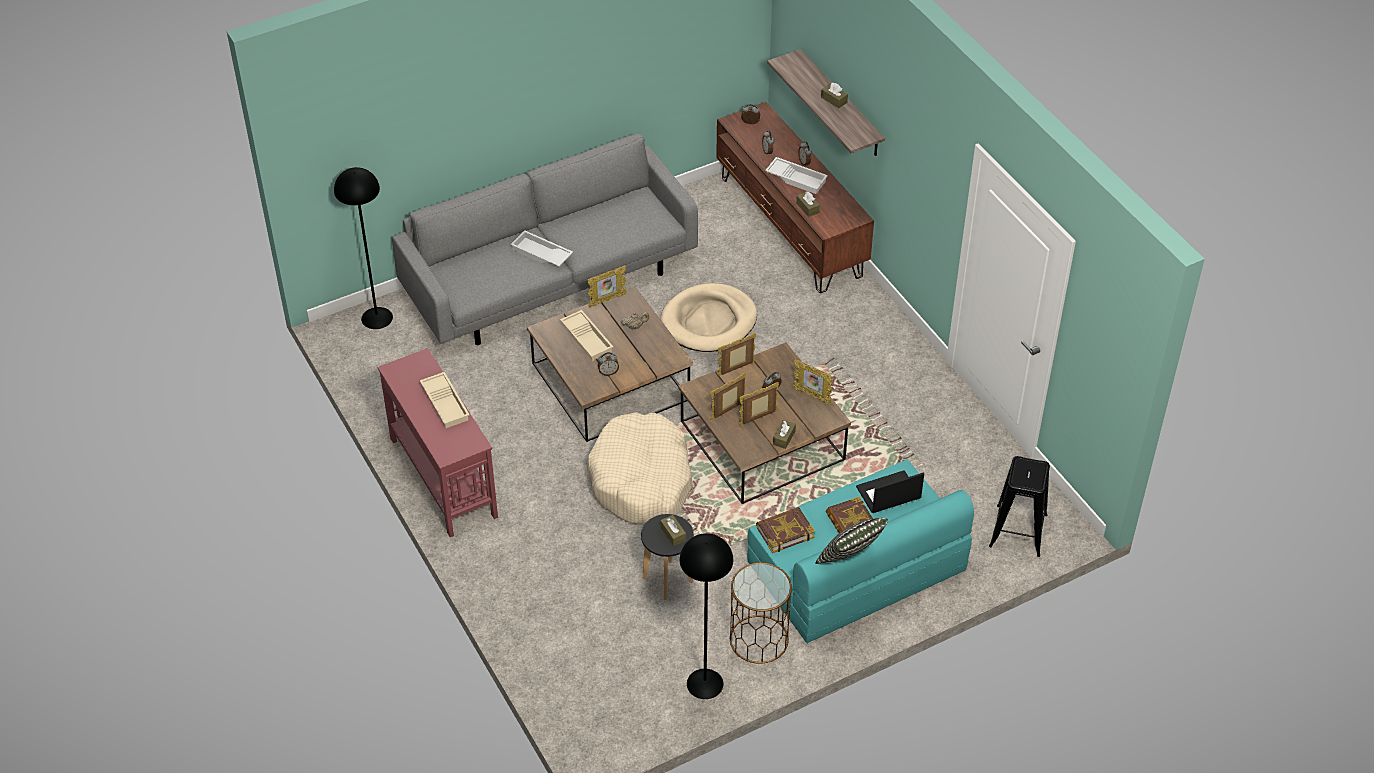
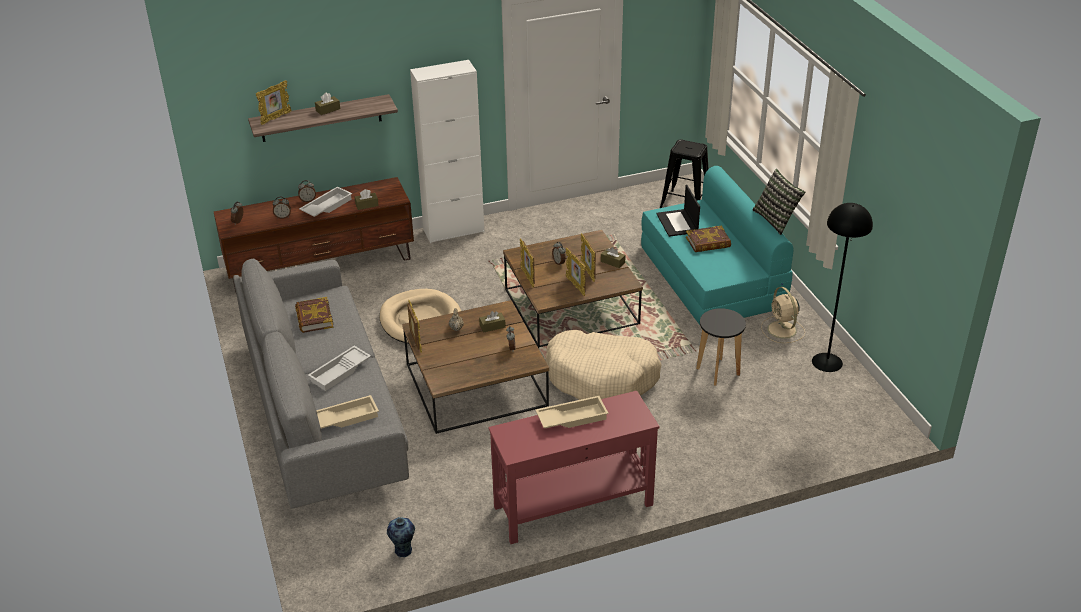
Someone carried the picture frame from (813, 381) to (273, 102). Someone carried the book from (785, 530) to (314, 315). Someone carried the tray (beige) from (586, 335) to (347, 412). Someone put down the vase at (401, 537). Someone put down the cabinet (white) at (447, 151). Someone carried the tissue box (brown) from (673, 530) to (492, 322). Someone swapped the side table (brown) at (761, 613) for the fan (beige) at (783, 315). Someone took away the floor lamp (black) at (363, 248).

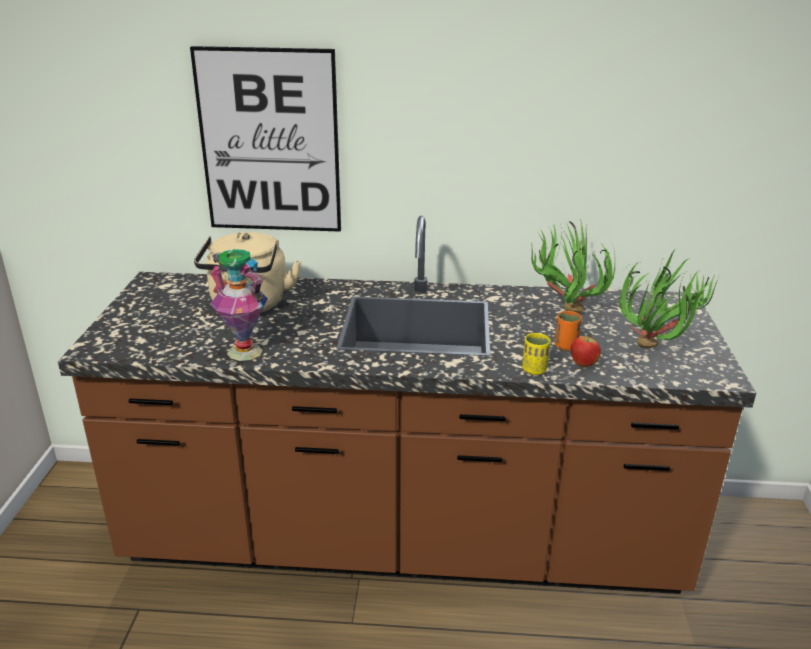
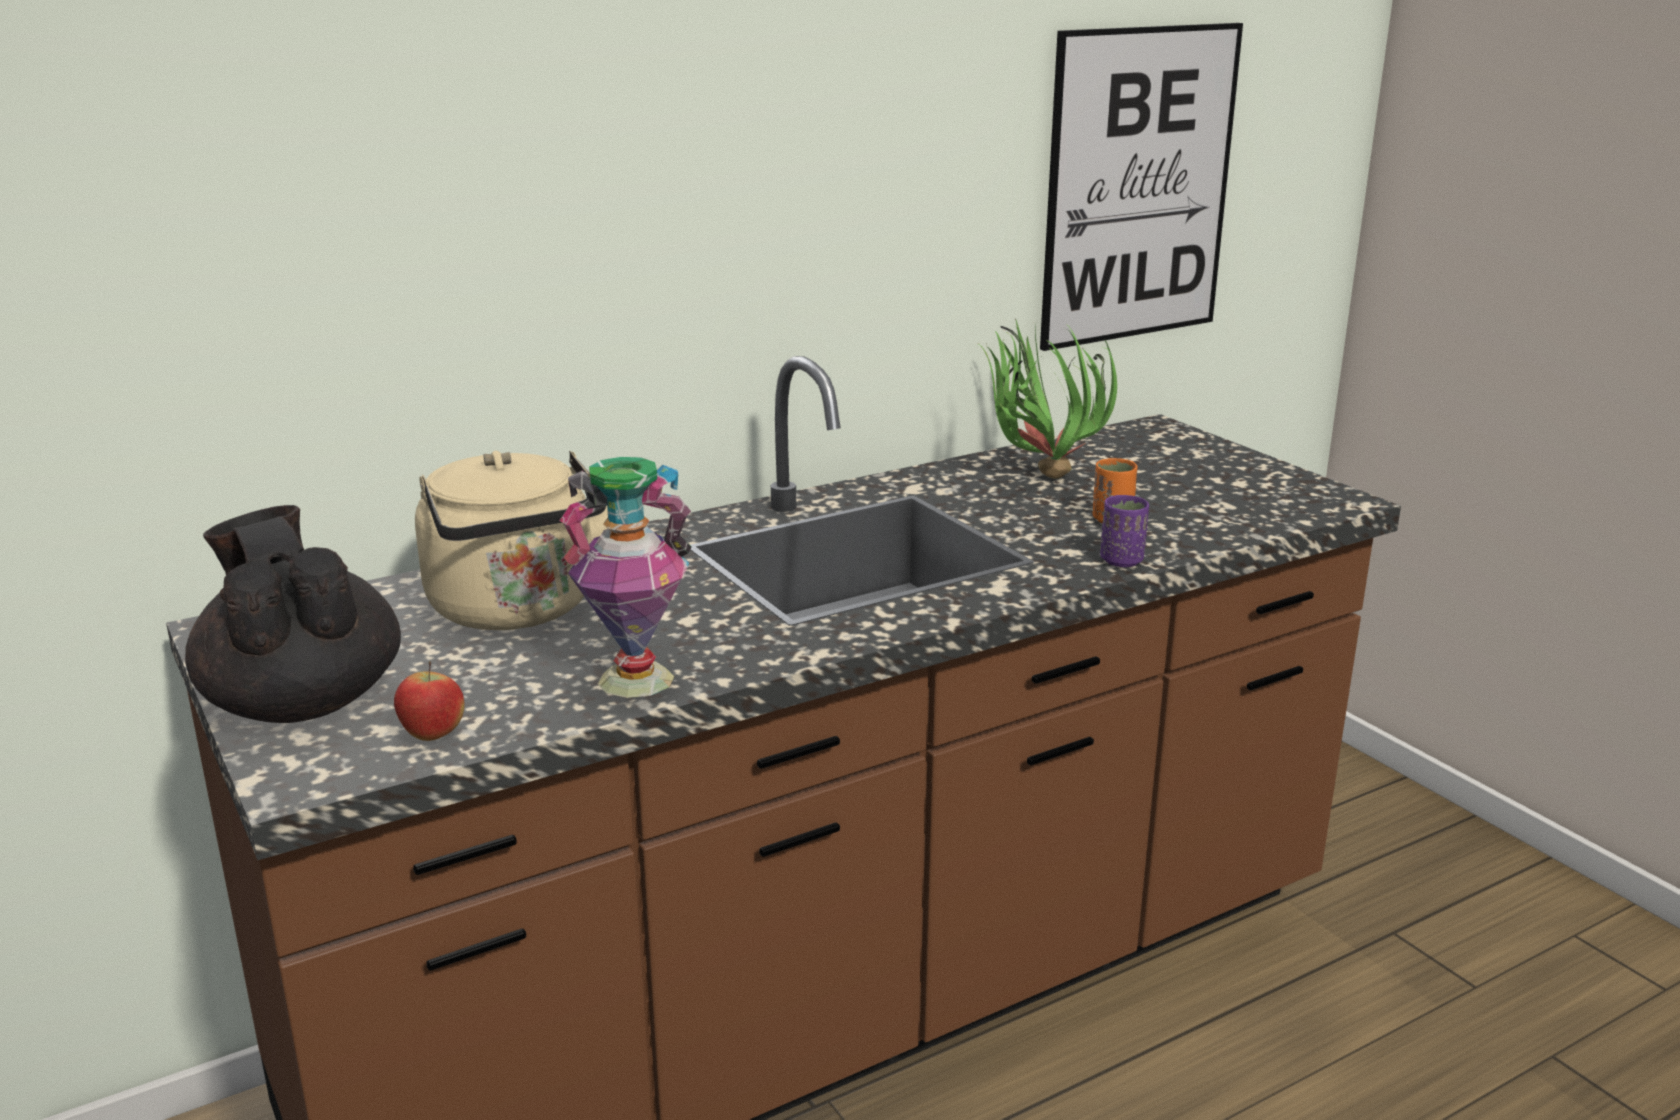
Someone put down the teapot (black) at (293, 614). Someone carried the apple from (586, 350) to (429, 701). Someone carried the picture from (265, 139) to (1141, 187). Someone repainted the cup (yellow) at (536, 354), which became the cup (purple) at (1124, 531). Someone took away the potted plant at (668, 298).

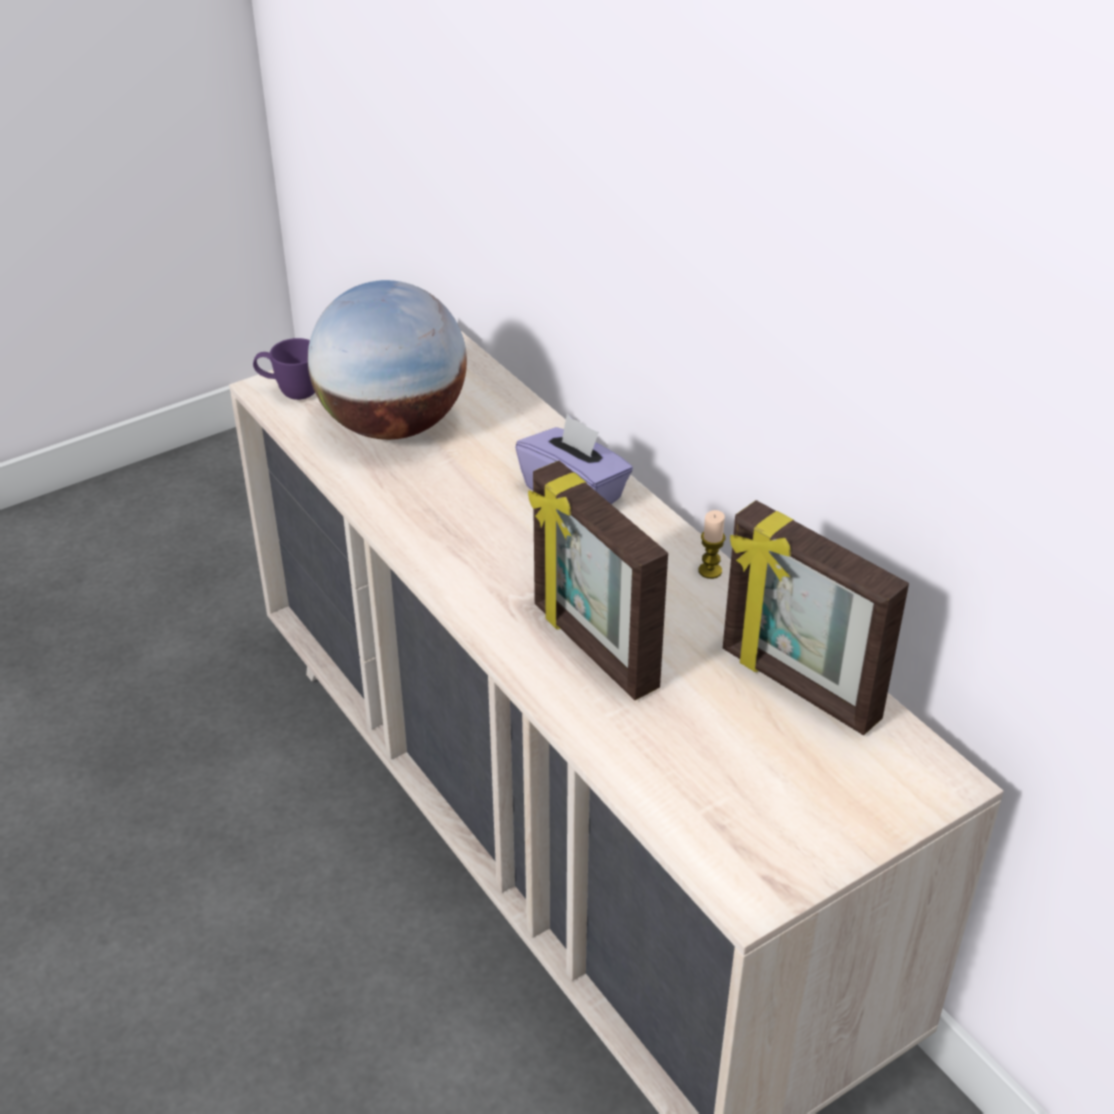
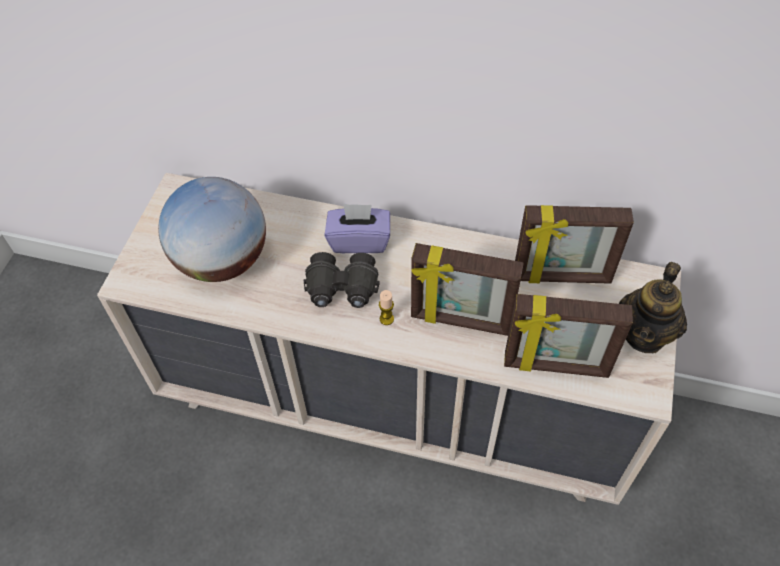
Someone put down the binoculars (black) at (342, 280). Someone carried the candle from (712, 544) to (386, 307). Someone put down the picture frame at (568, 336). Someone put down the teapot at (653, 307). Someone took away the mug (purple) at (284, 369).

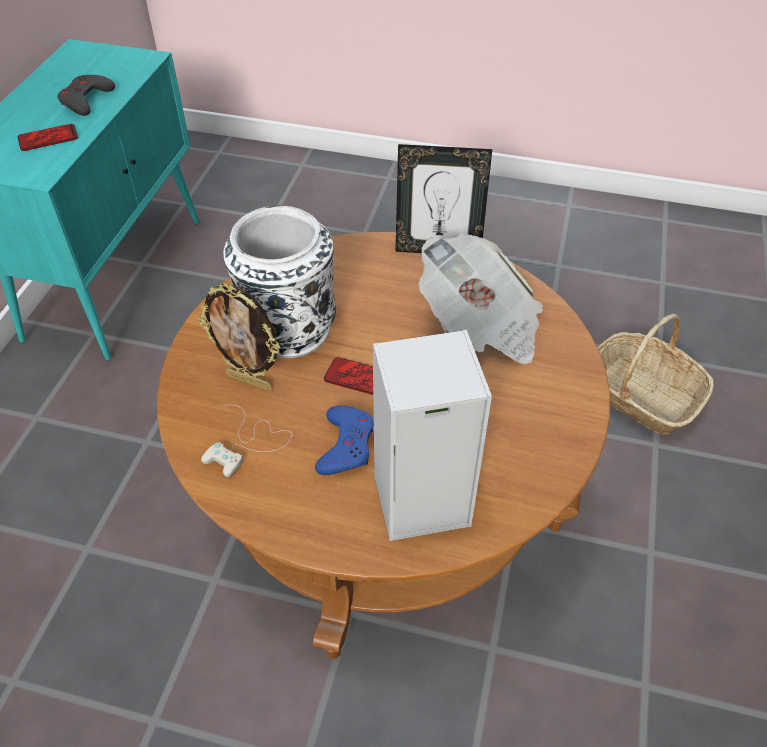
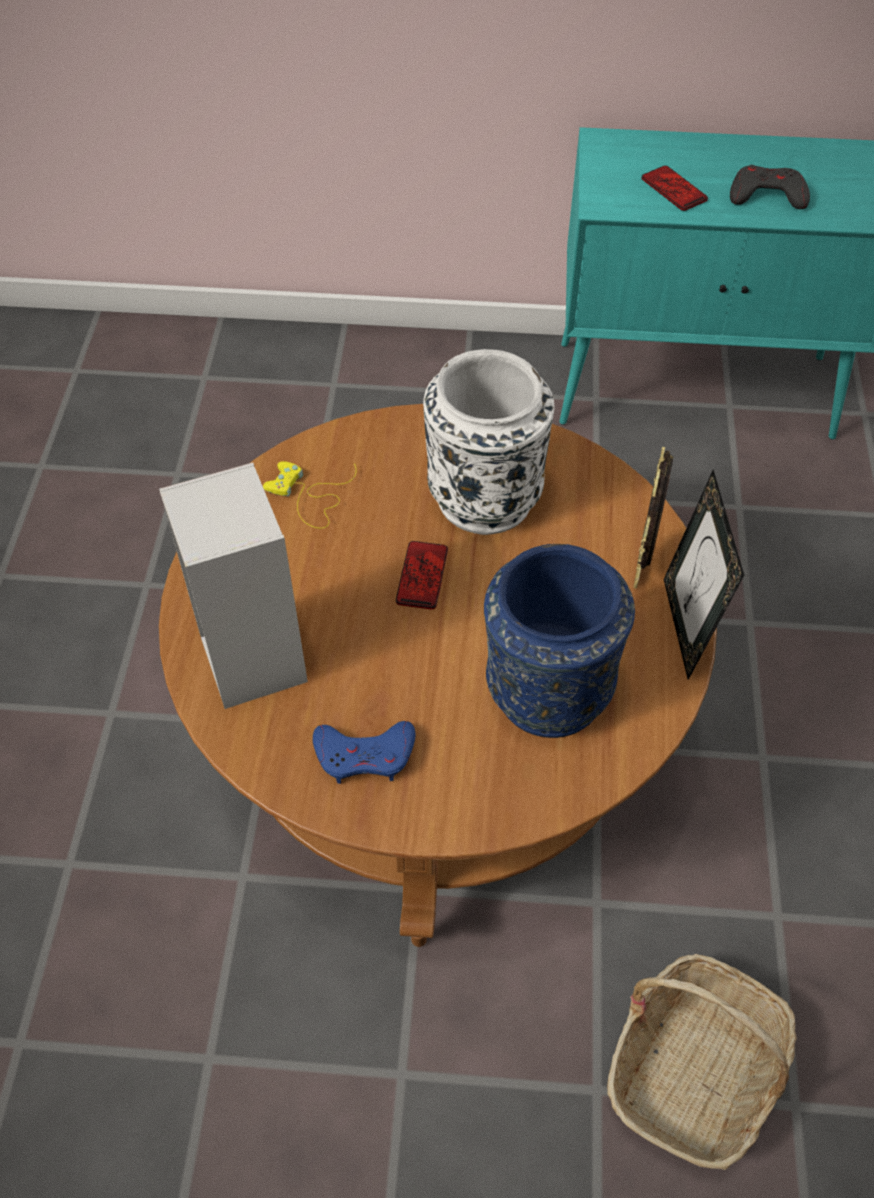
Someone repainted the game controller (white) at (246, 441), which became the game controller (yellow) at (309, 494). Someone carried the game controller (blue) from (344, 440) to (364, 752). Someone swapped the newspaper at (480, 299) for the vase (blue) at (559, 641). Someone carried the picture frame from (239, 337) to (653, 518).

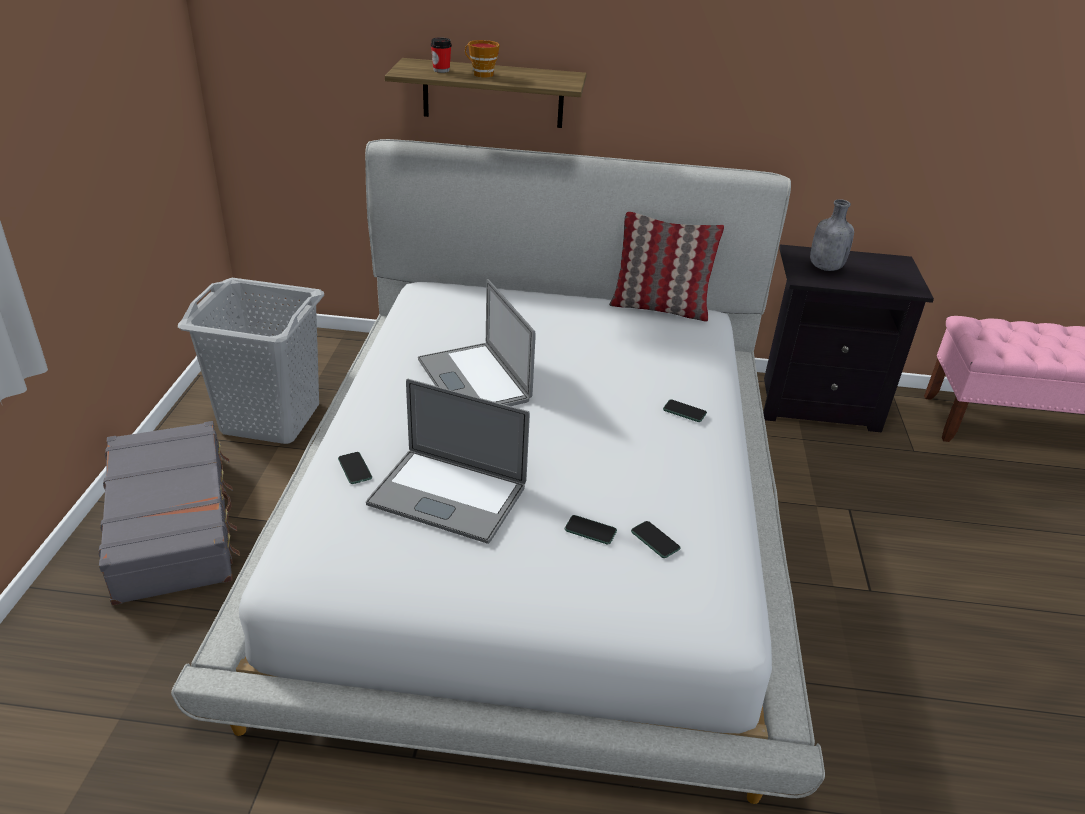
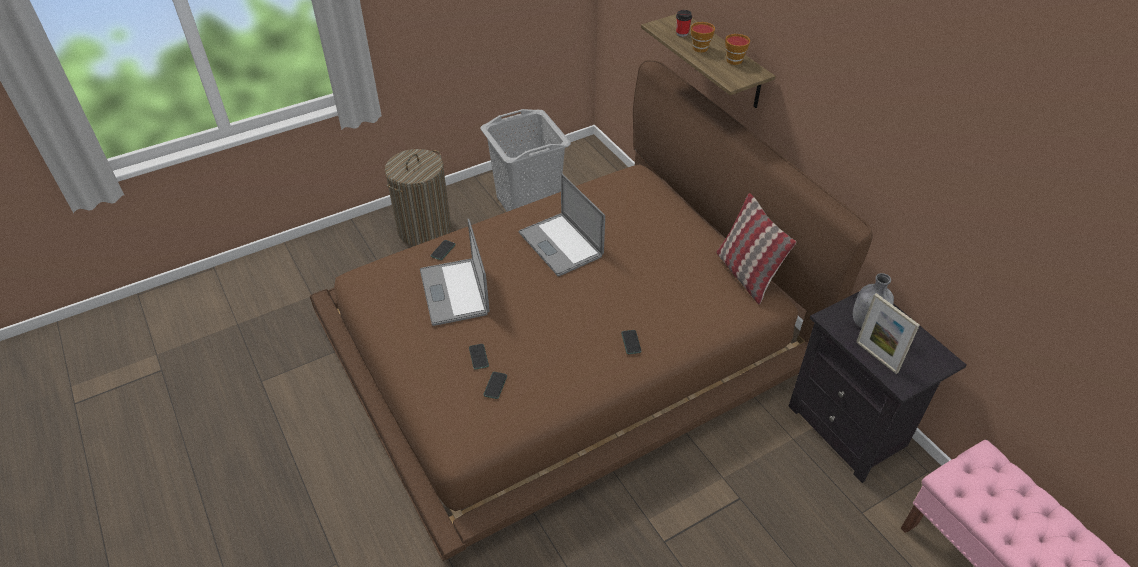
Someone repainted the bed (white) at (498, 471), which became the bed (brown) at (591, 310). Someone swapped the suitcase (grey) at (169, 513) for the laundry basket at (418, 197). Someone rotated the laptop at (477, 342) by 60 degrees counterclockwise. Someone put down the cup at (737, 49). Someone put down the picture frame at (888, 333).

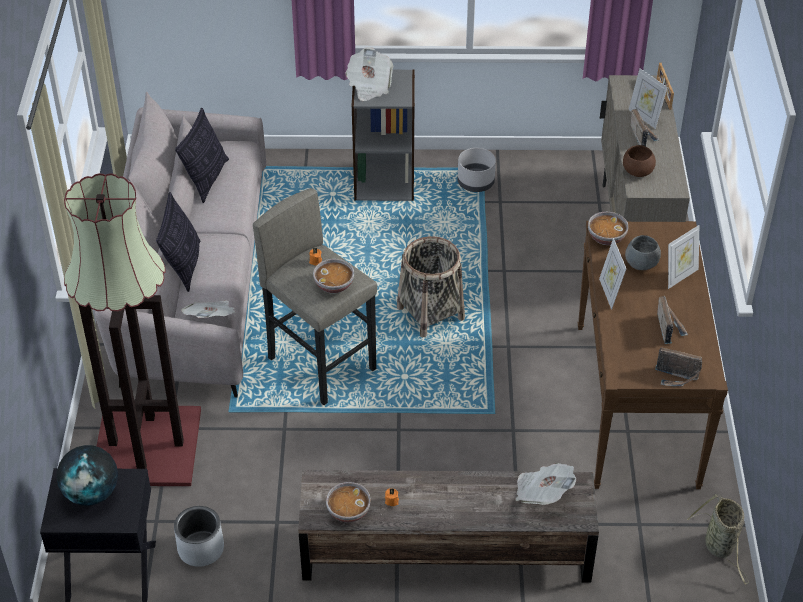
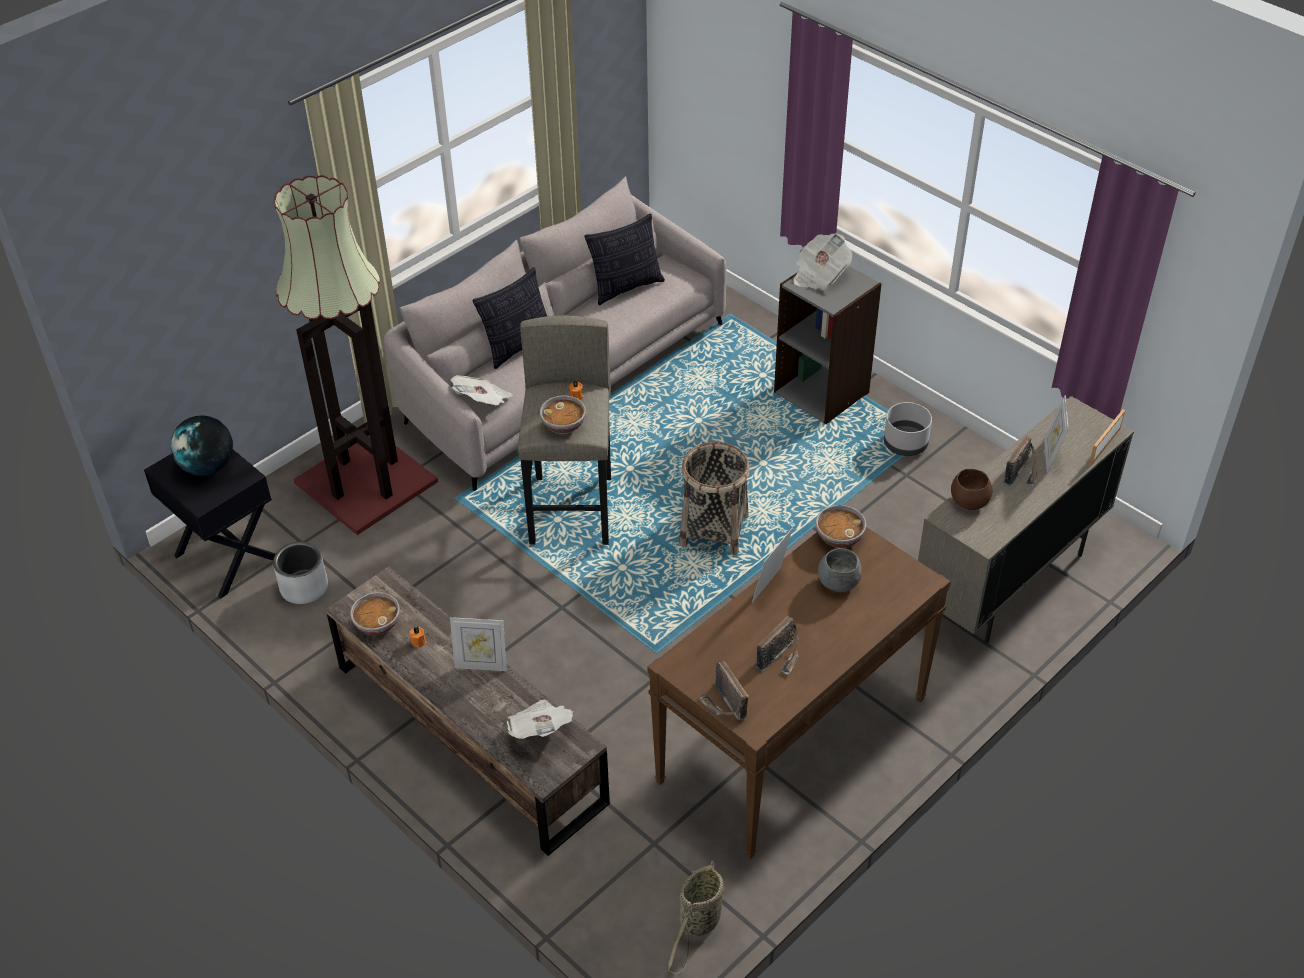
Someone carried the picture frame from (683, 257) to (478, 644).

